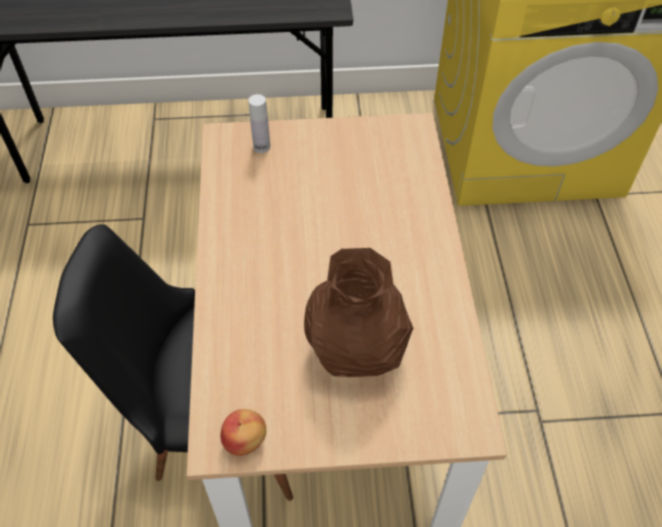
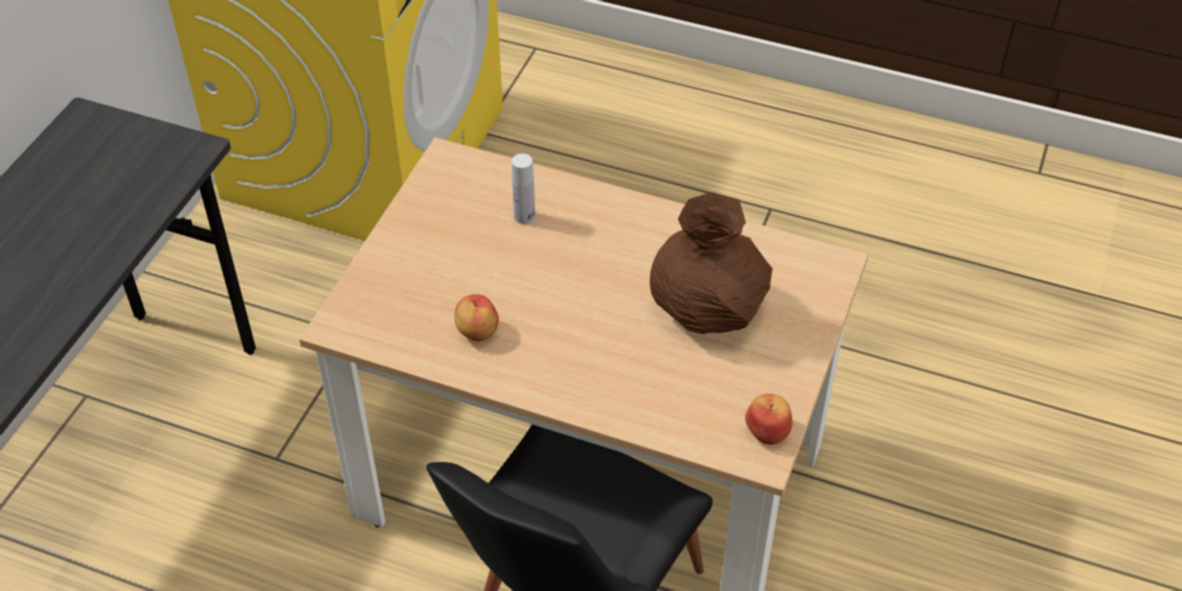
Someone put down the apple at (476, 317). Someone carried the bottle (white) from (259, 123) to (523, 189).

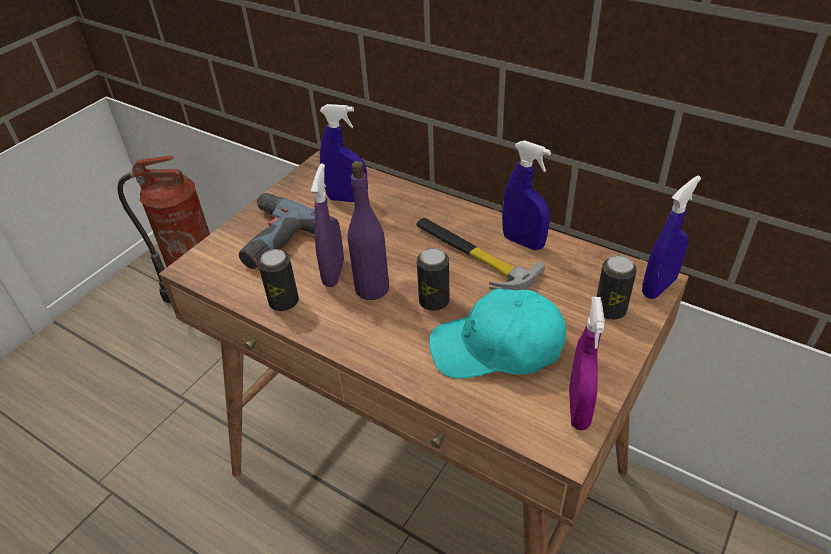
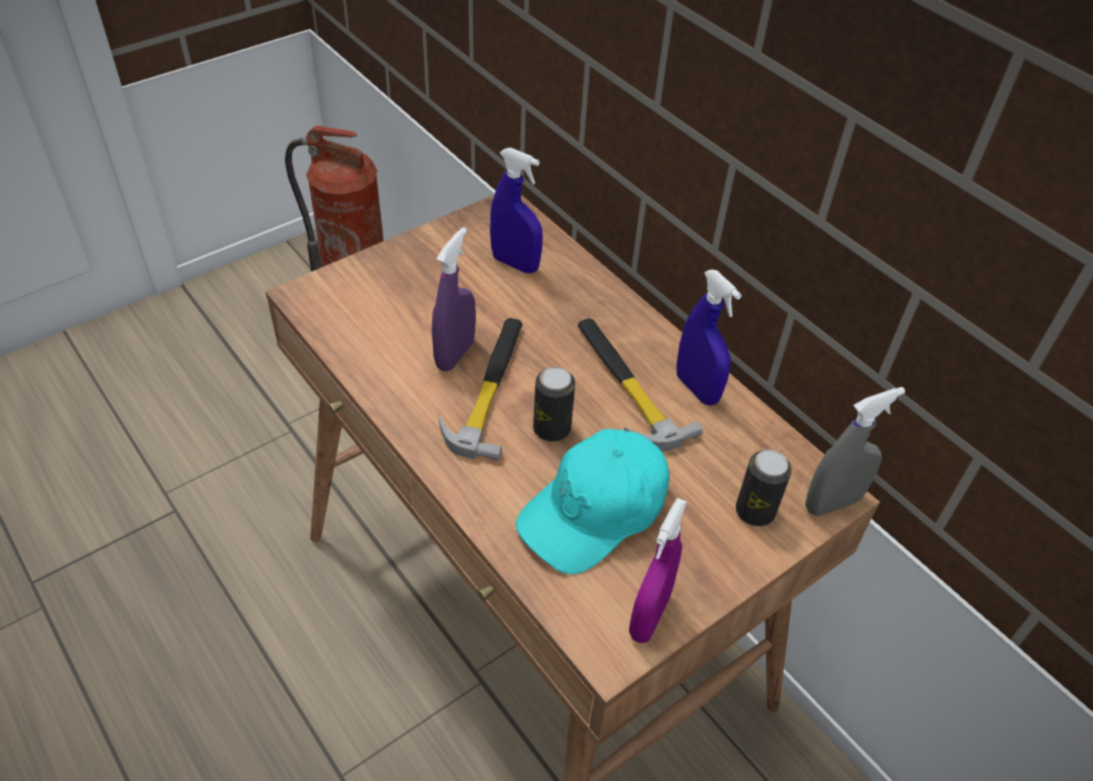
Someone swapped the bottle (purple) at (368, 230) for the hammer at (480, 389). Someone rotated the cap (turquoise) at (497, 334) by 60 degrees counterclockwise. Someone repainted the spray bottle (blue) at (671, 237), which became the spray bottle (grey) at (855, 451). Someone took away the power drill at (277, 230). Someone took away the can at (278, 280).

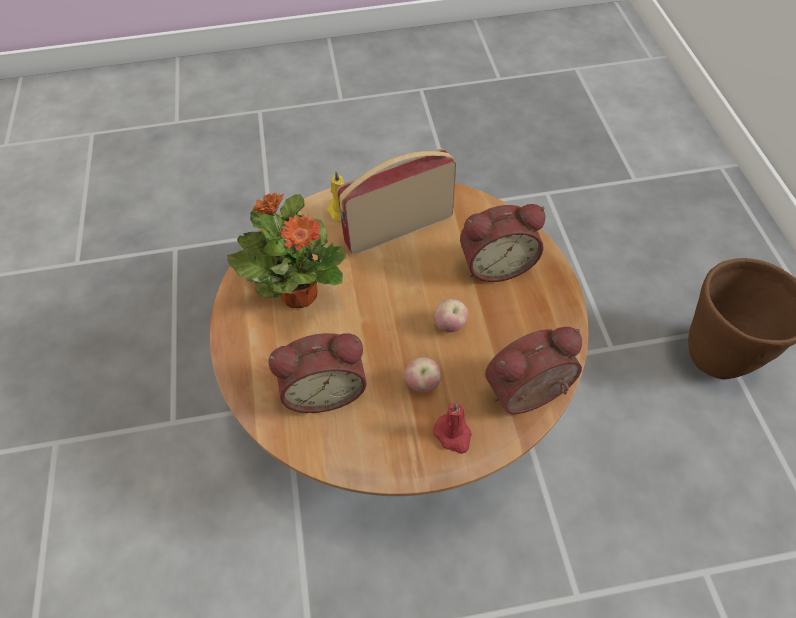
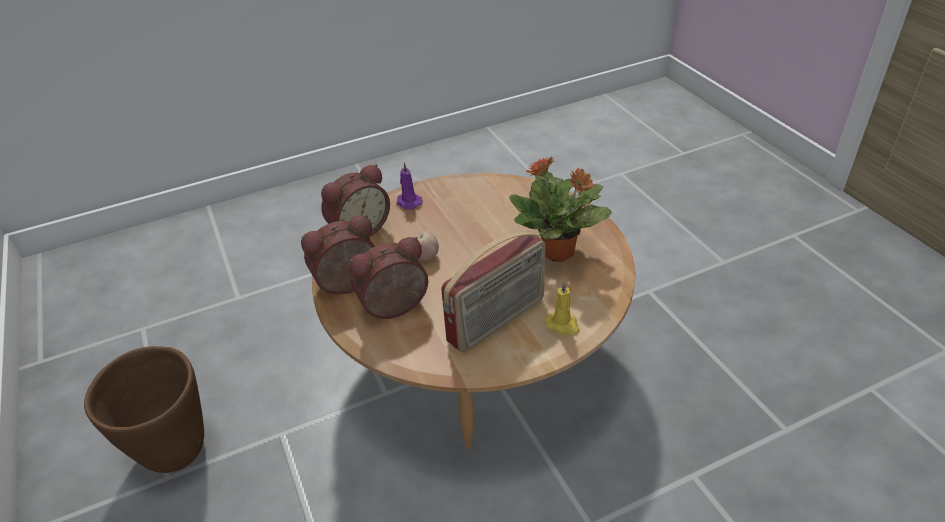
Someone carried the alarm clock from (317, 373) to (338, 255). Someone repainted the candle (red) at (452, 428), which became the candle (purple) at (409, 186). Someone took away the apple at (422, 374).

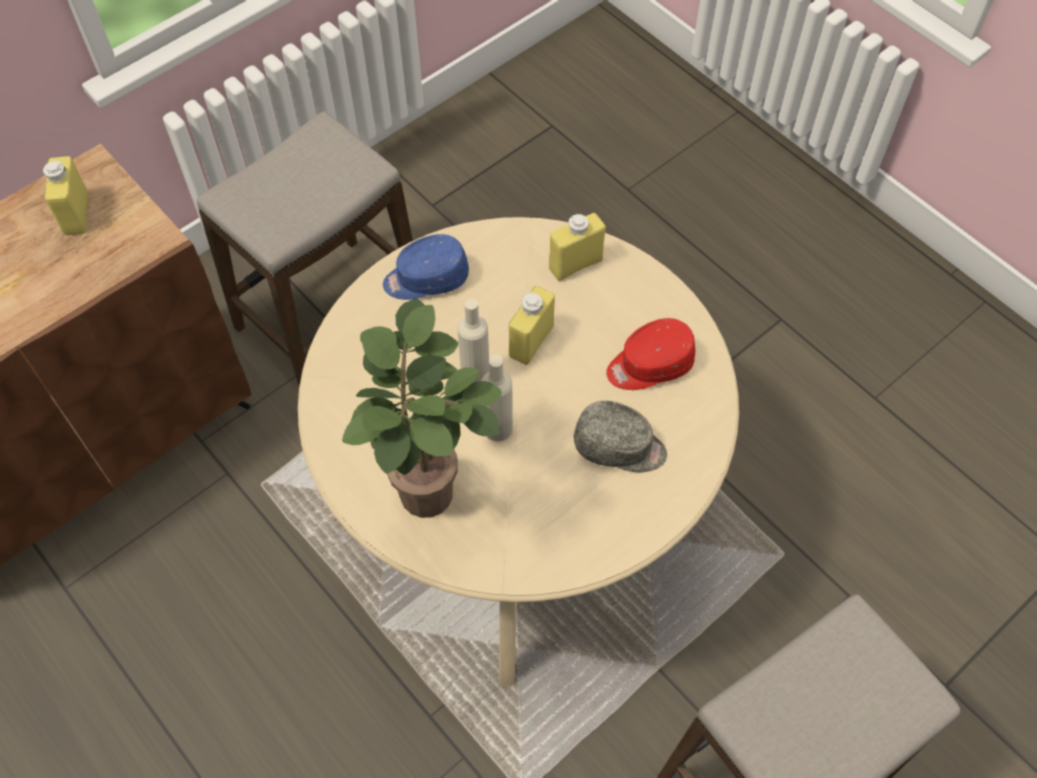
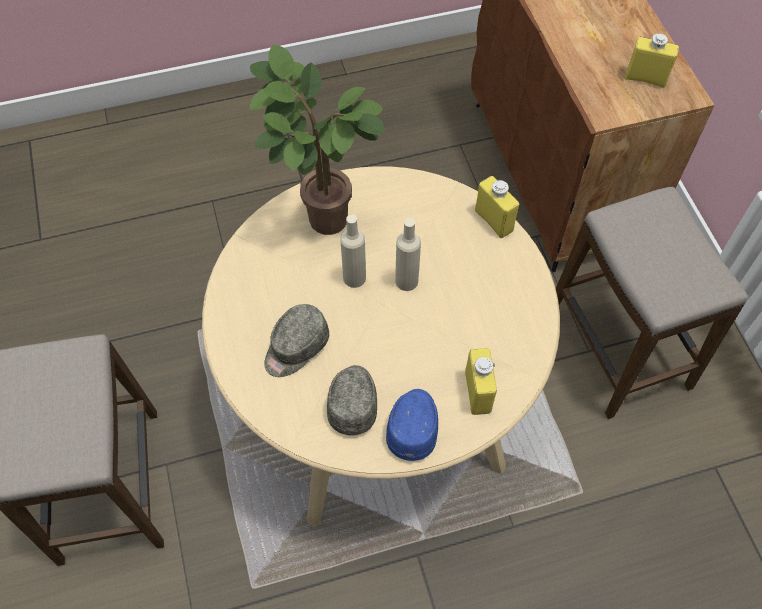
Someone repainted the cap (red) at (651, 354), which became the cap (grey) at (352, 400). Someone carried the cap (blue) from (426, 267) to (412, 425). Someone carried the bottle (yellow) from (532, 325) to (497, 207).

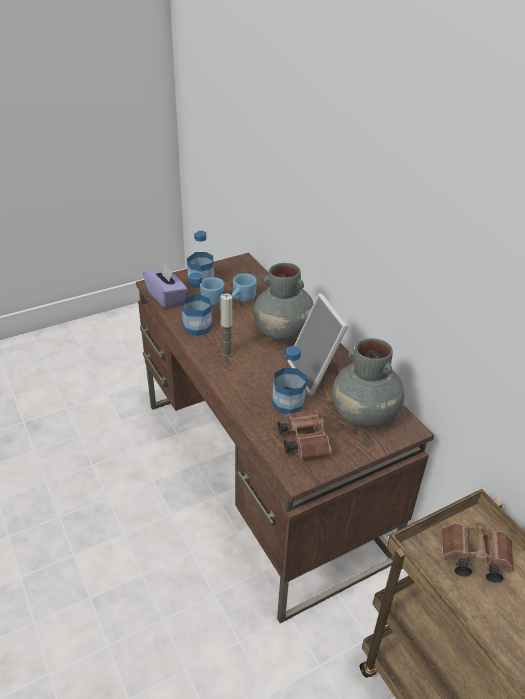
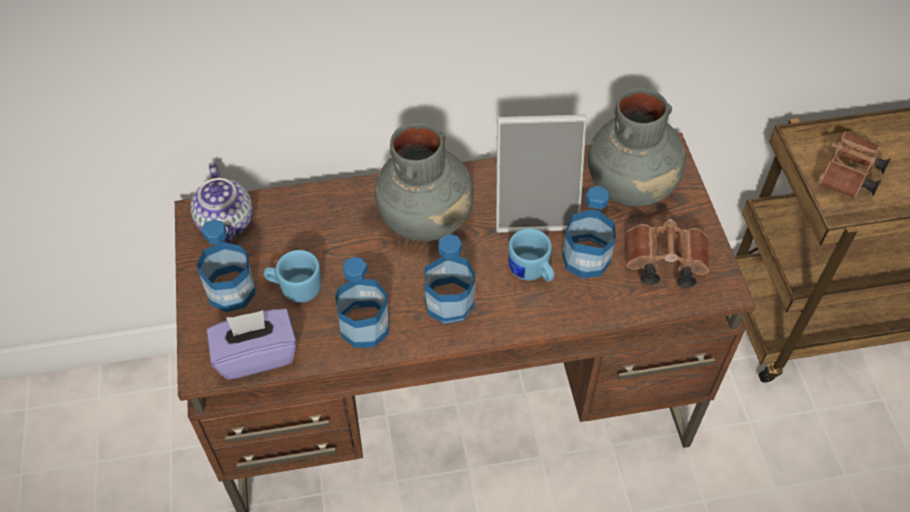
Someone put down the teapot at (222, 202). Someone swapped the candle at (226, 325) for the bottle at (449, 279). Someone carried the mug (blue) from (244, 287) to (531, 255).

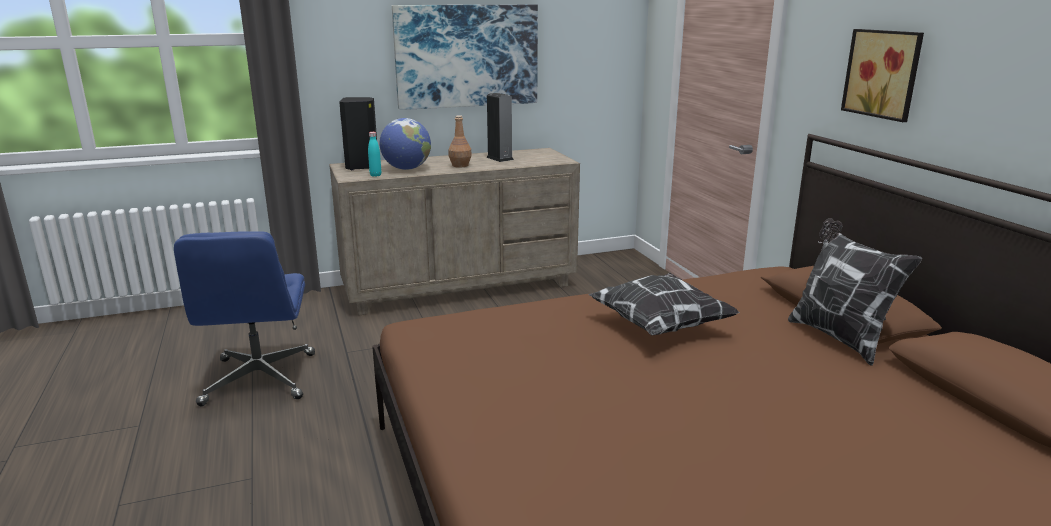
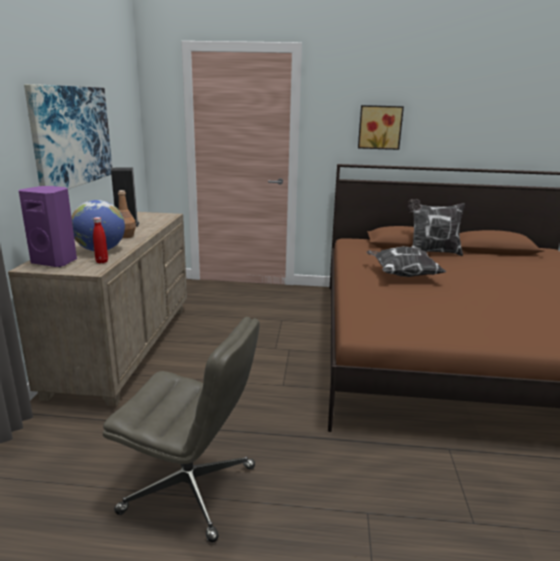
Someone repainted the speaker (black) at (358, 133), which became the speaker (purple) at (48, 226). Someone repainted the bottle (turquoise) at (374, 154), which became the bottle (red) at (100, 240). Someone repainted the office chair (blue) at (244, 318), which became the office chair (grey) at (181, 429).

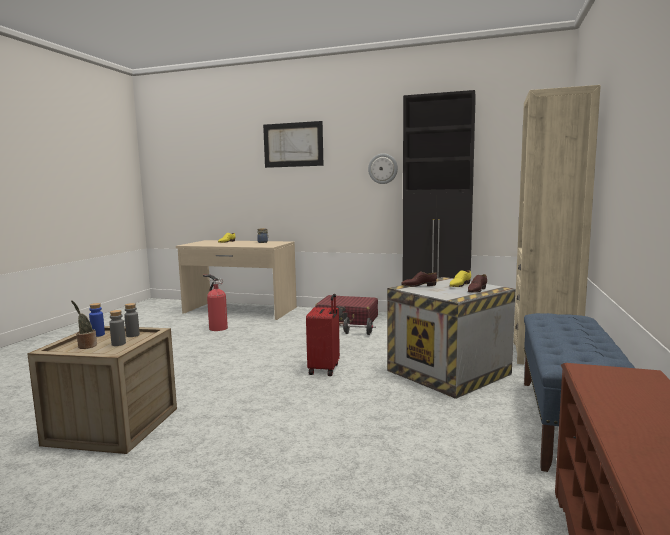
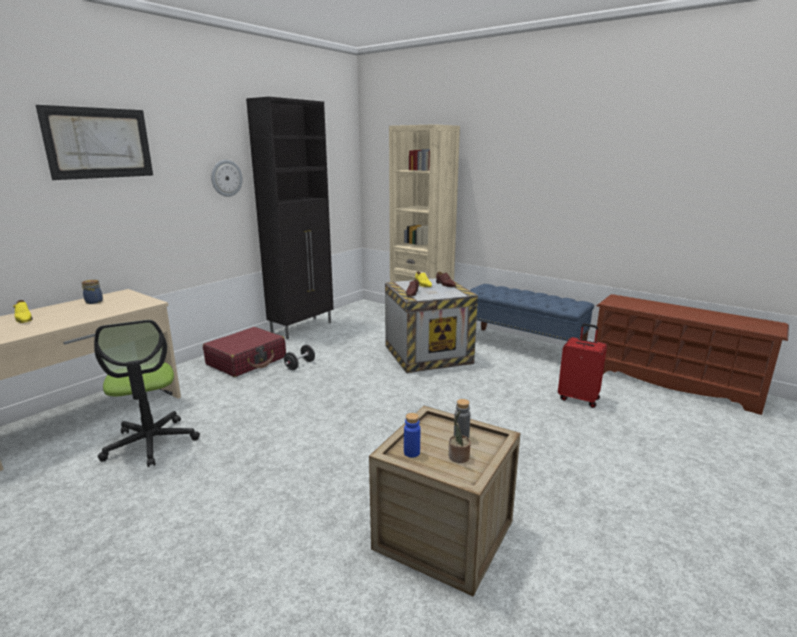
Someone swapped the fire extinguisher at (215, 302) for the office chair at (147, 393). Someone carried the suitcase (red) from (323, 335) to (582, 365). Someone took away the bottle (grey) at (132, 320).

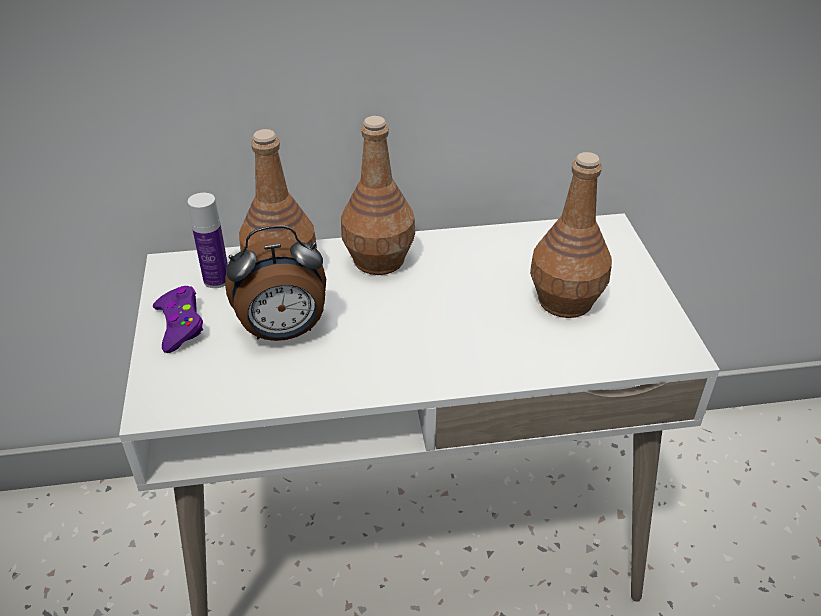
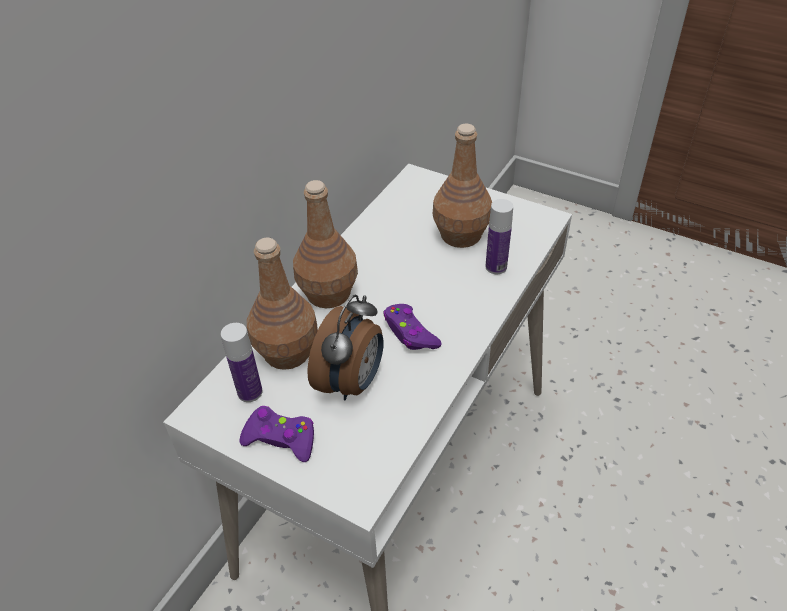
Someone put down the game controller (purple) at (412, 327). Someone put down the bottle at (499, 236).

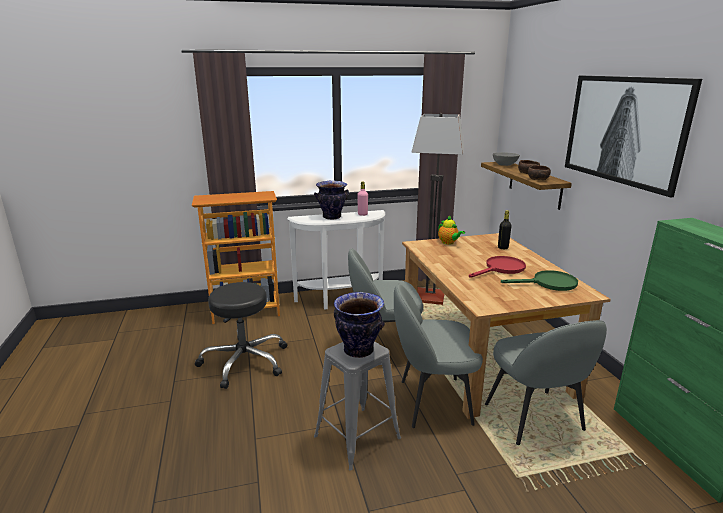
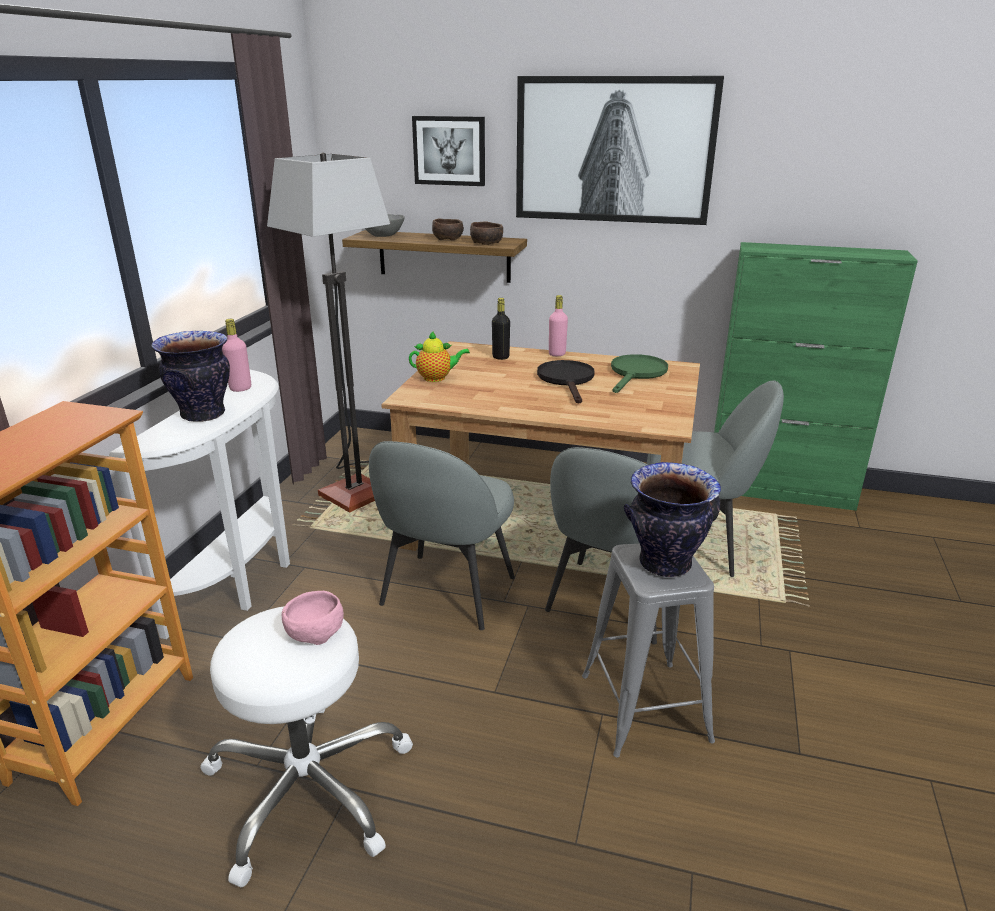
Someone repainted the stool (black) at (241, 335), which became the stool (white) at (306, 746). Someone put down the bowl (pink) at (313, 618). Someone put up the picture at (448, 151). Someone repainted the frying pan (red) at (497, 267), which became the frying pan (black) at (565, 382). Someone put down the bottle (pink) at (558, 325).

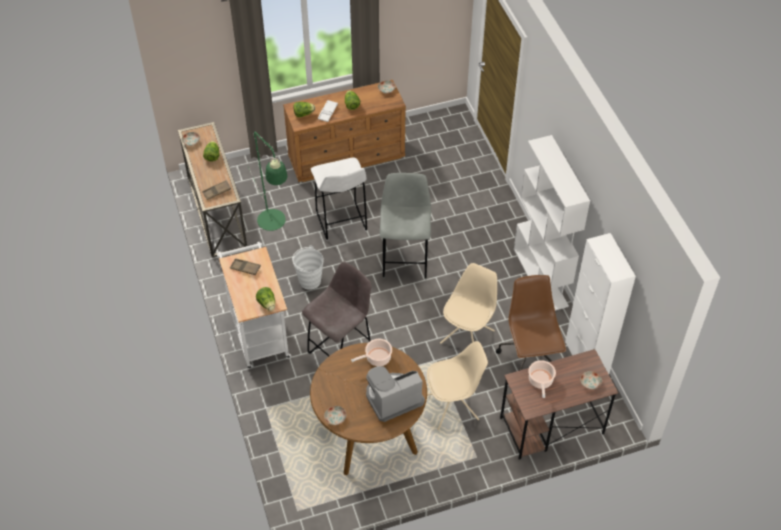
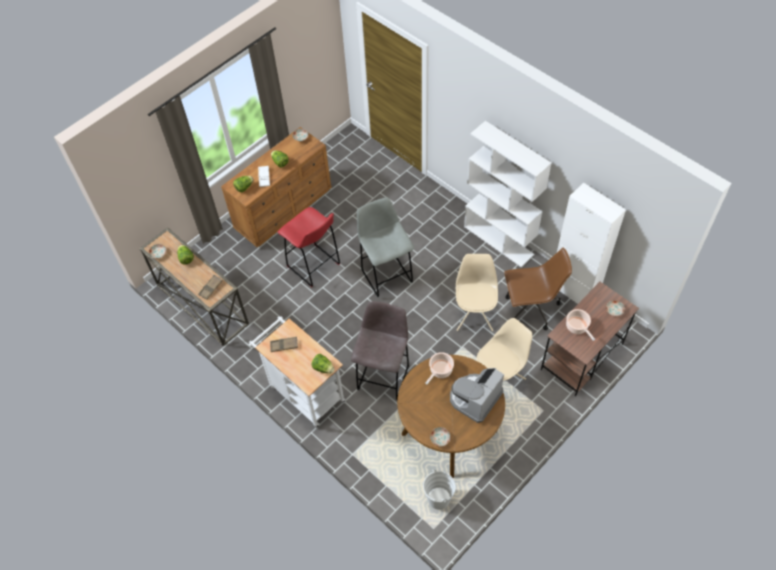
Someone repainted the stool (white) at (339, 199), which became the stool (red) at (309, 247). Someone carried the bucket (white) from (308, 268) to (439, 490). Someone rotated the office chair (brown) at (531, 323) by 120 degrees clockwise. Someone took away the floor lamp (green) at (267, 181).

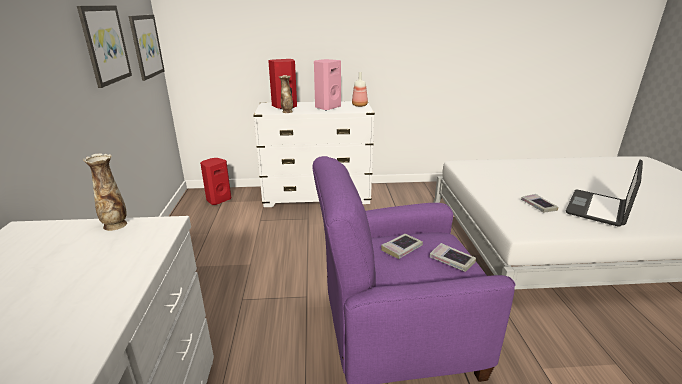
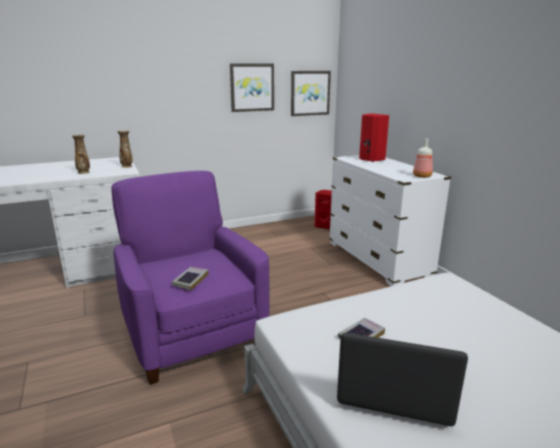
Someone carried the vase from (286, 94) to (80, 154). Someone took away the speaker (pink) at (327, 85). Someone took away the book at (402, 246).

